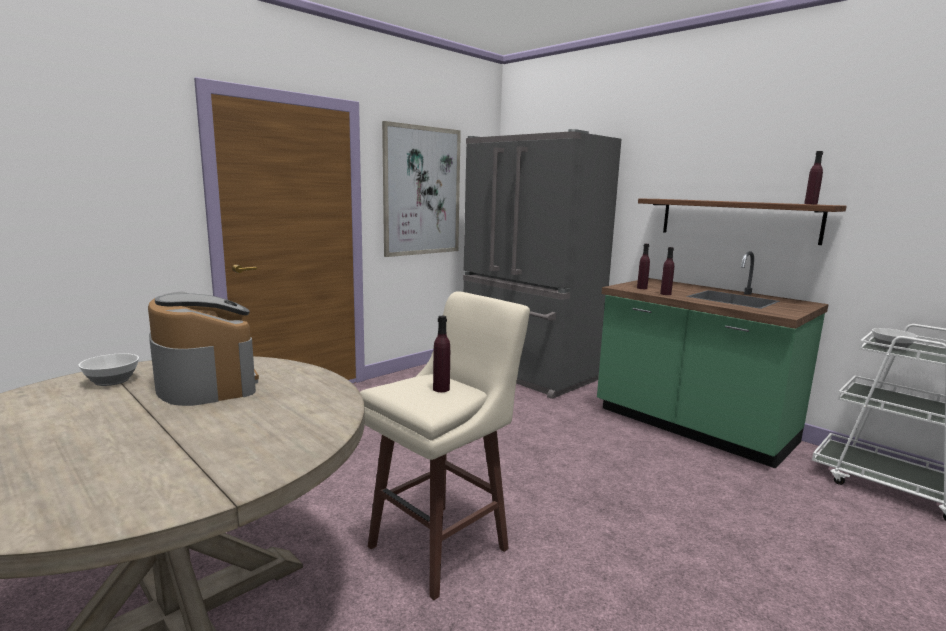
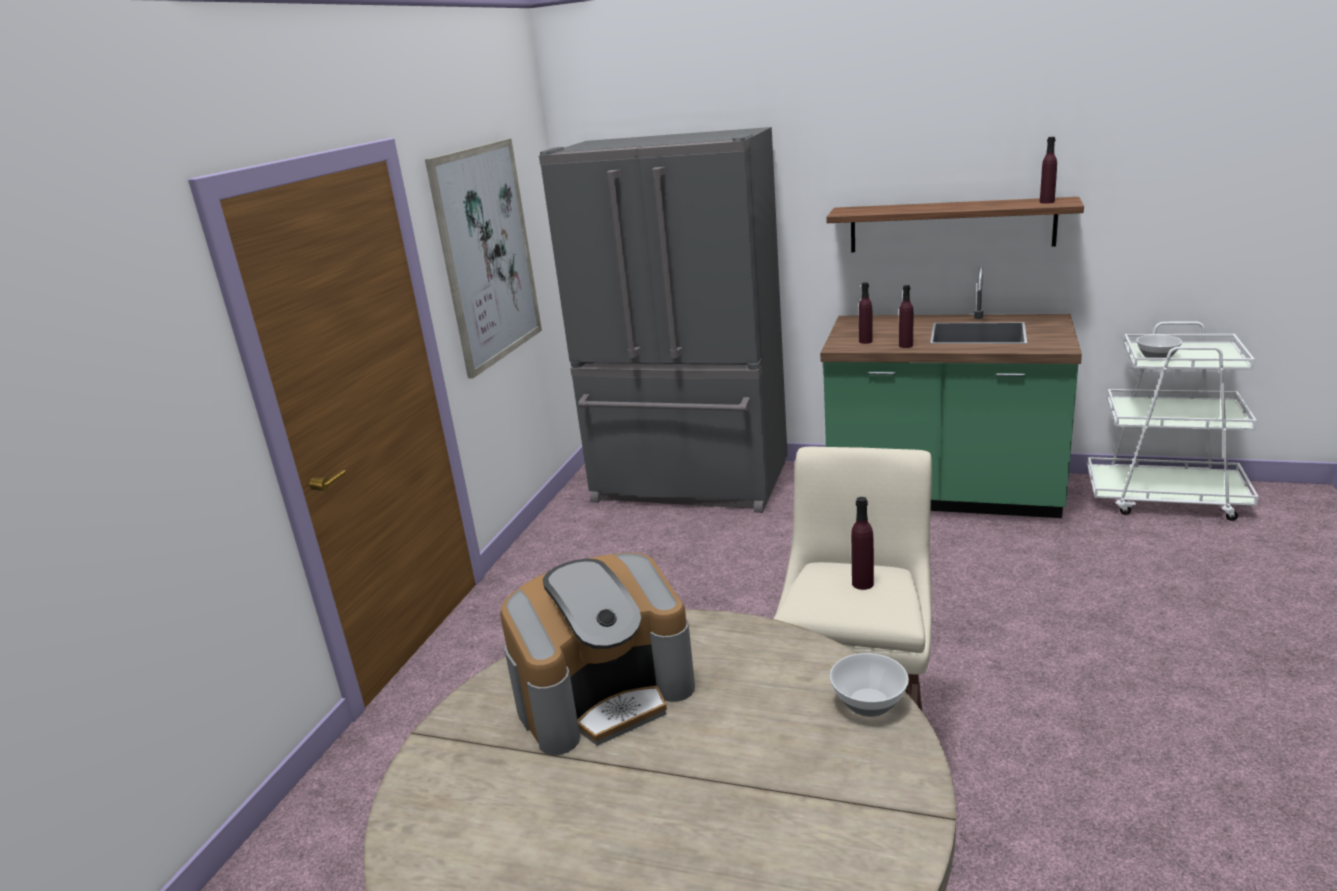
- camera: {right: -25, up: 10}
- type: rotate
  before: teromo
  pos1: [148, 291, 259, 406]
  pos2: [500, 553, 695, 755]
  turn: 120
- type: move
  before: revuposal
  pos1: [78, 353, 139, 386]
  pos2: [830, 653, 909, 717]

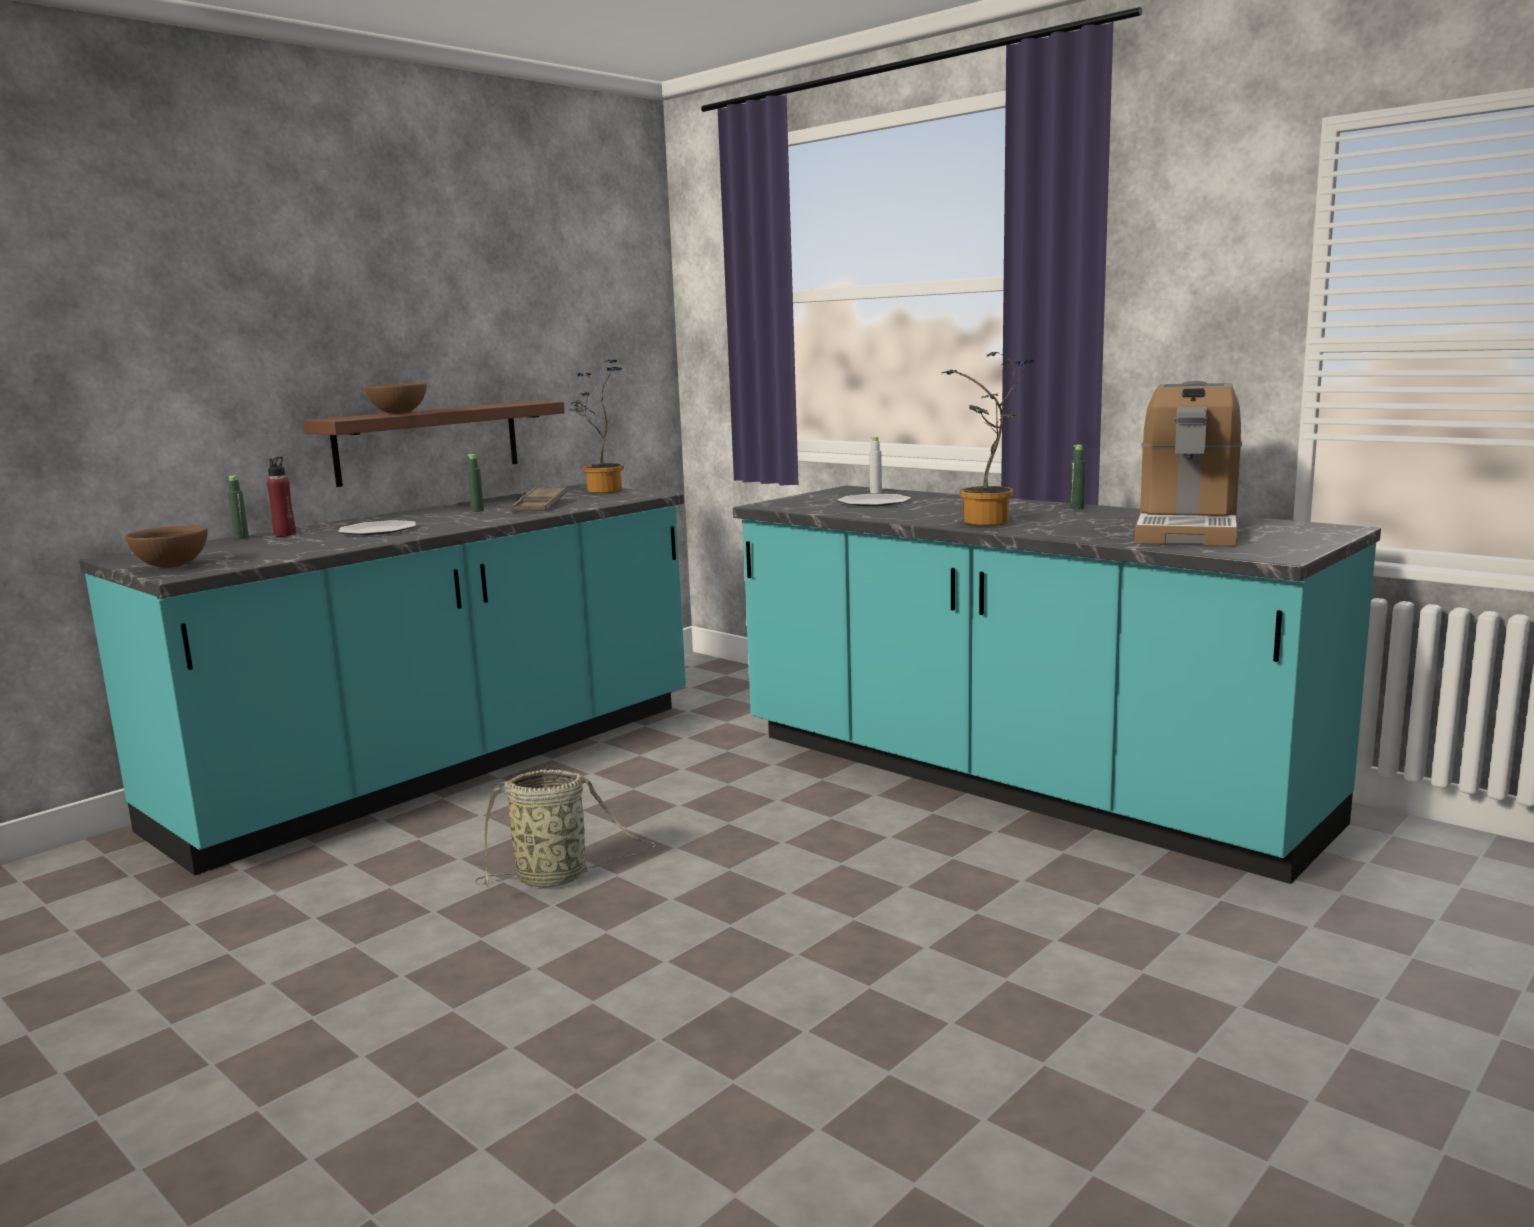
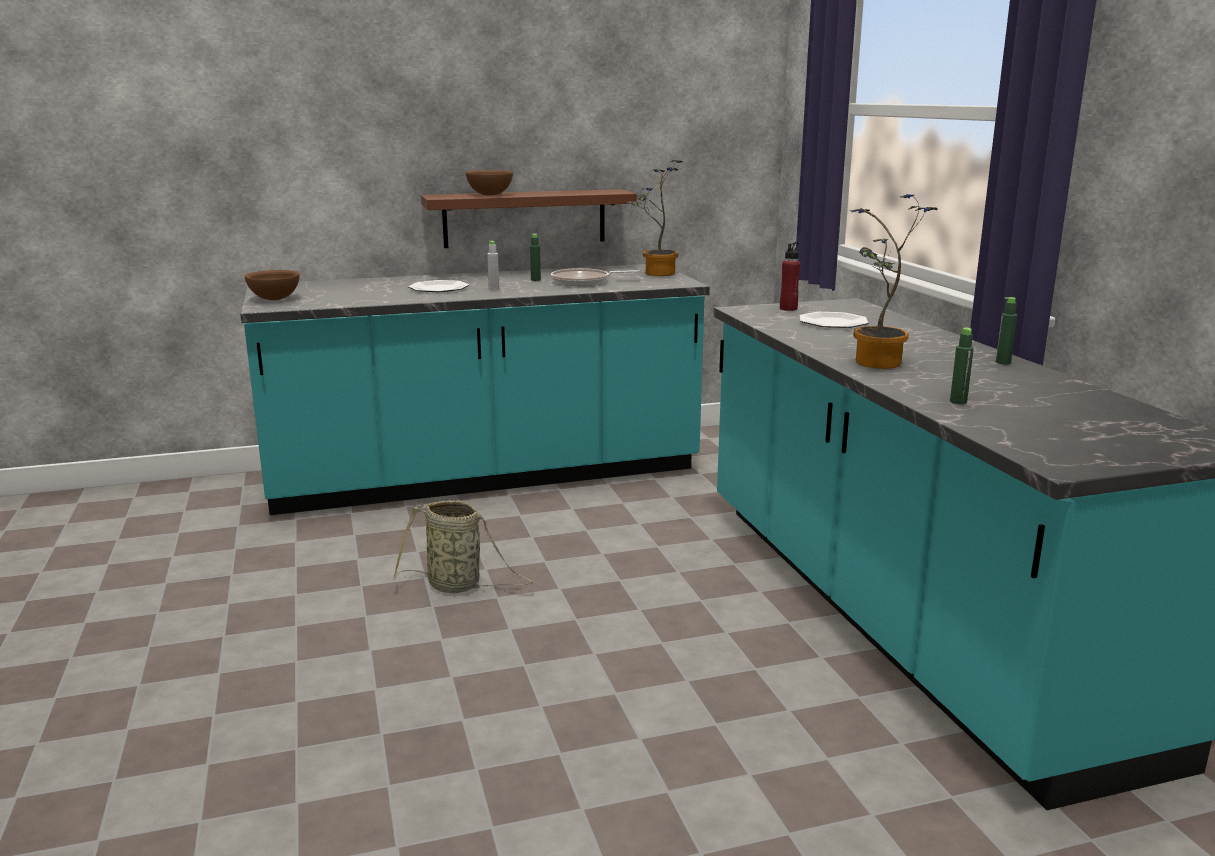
- camera: {right: 30, up: 5}
- type: move
  before: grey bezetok
  pos1: [869, 437, 882, 493]
  pos2: [487, 241, 499, 290]
- type: replace
  before: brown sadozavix
  after: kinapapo
  pos1: [512, 487, 566, 511]
  pos2: [551, 268, 640, 286]
- type: move
  before: red bezetok
  pos1: [267, 457, 296, 537]
  pos2: [780, 242, 800, 311]
- type: move
  before: green bezetok
  pos1: [227, 476, 249, 539]
  pos2: [950, 328, 974, 404]
- type: delete
  before: teromo
  pos1: [1134, 381, 1242, 546]

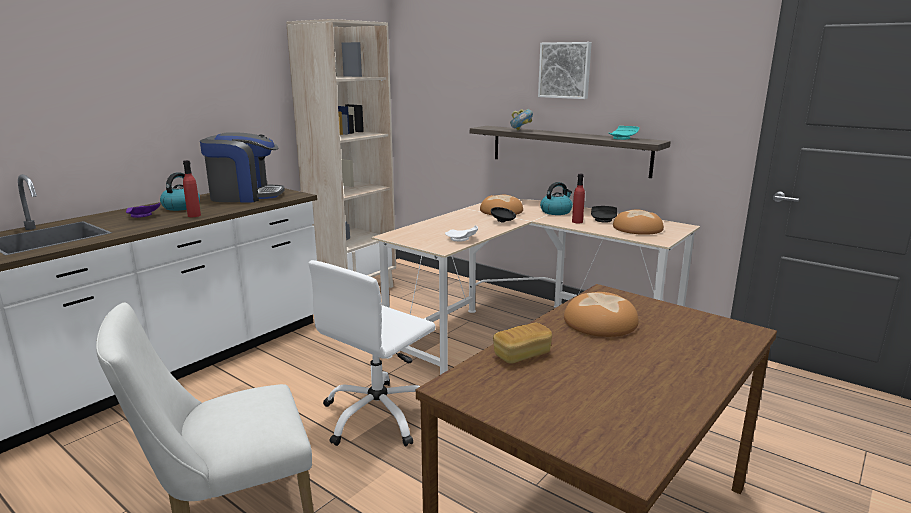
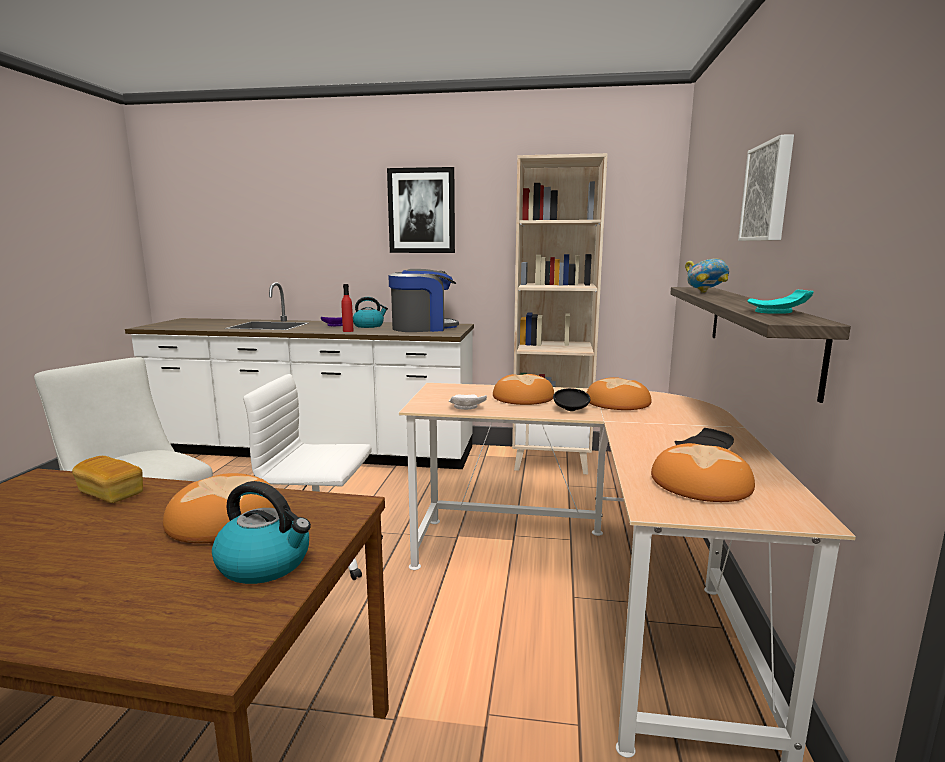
- camera: {right: 60, up: -5}
- type: move
  before: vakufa
  pos1: [540, 182, 573, 215]
  pos2: [212, 481, 311, 584]
- type: insert
  after: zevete
  pos2: [387, 167, 455, 253]
- type: rotate
  before: teromo
  pos1: [200, 132, 285, 203]
  pos2: [388, 269, 459, 332]
  turn: -75
- type: insert
  after: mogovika
  pos2: [493, 374, 554, 405]
- type: delete
  before: red bezetok
  pos1: [572, 174, 585, 223]

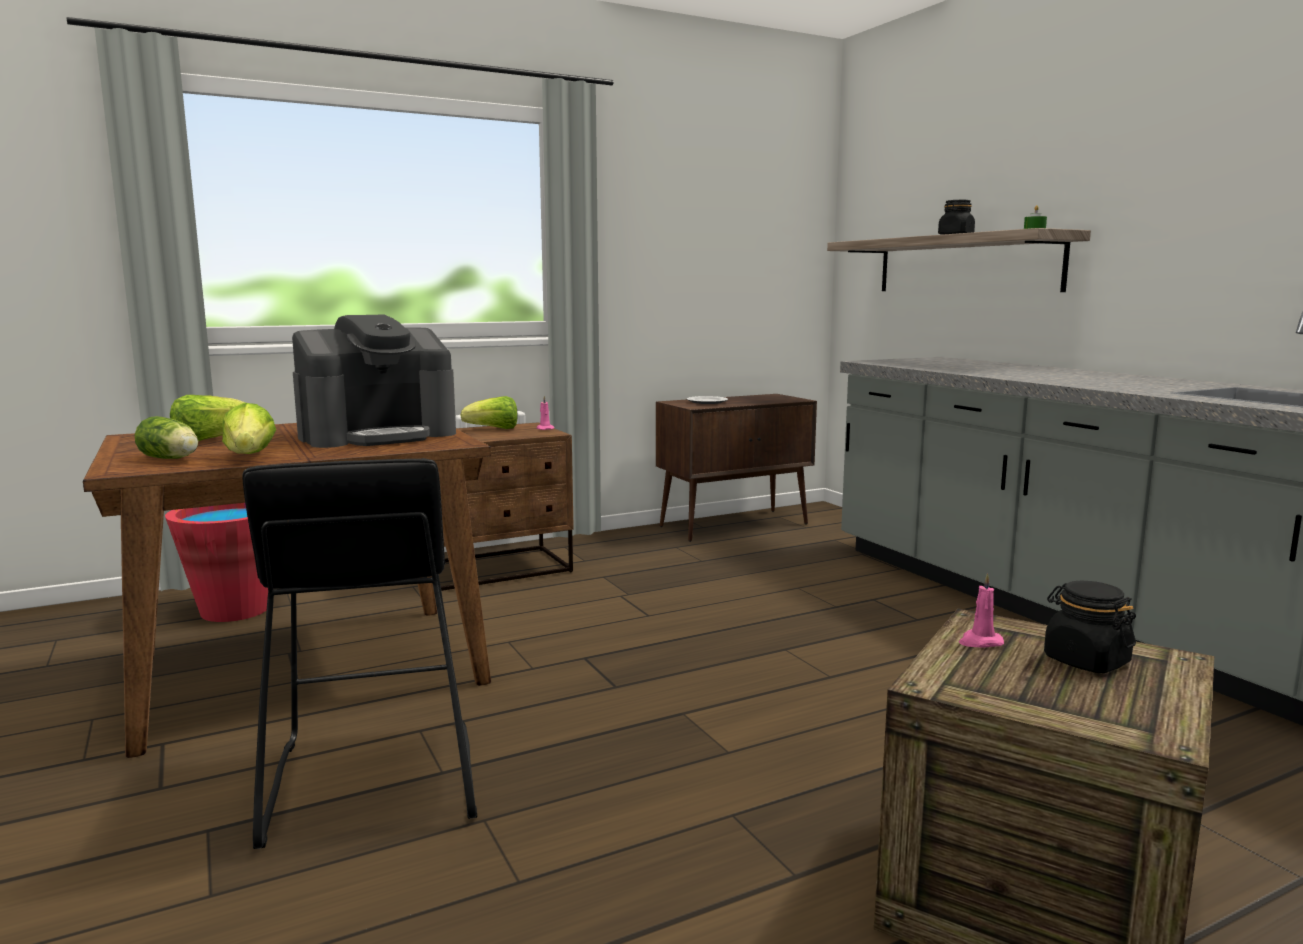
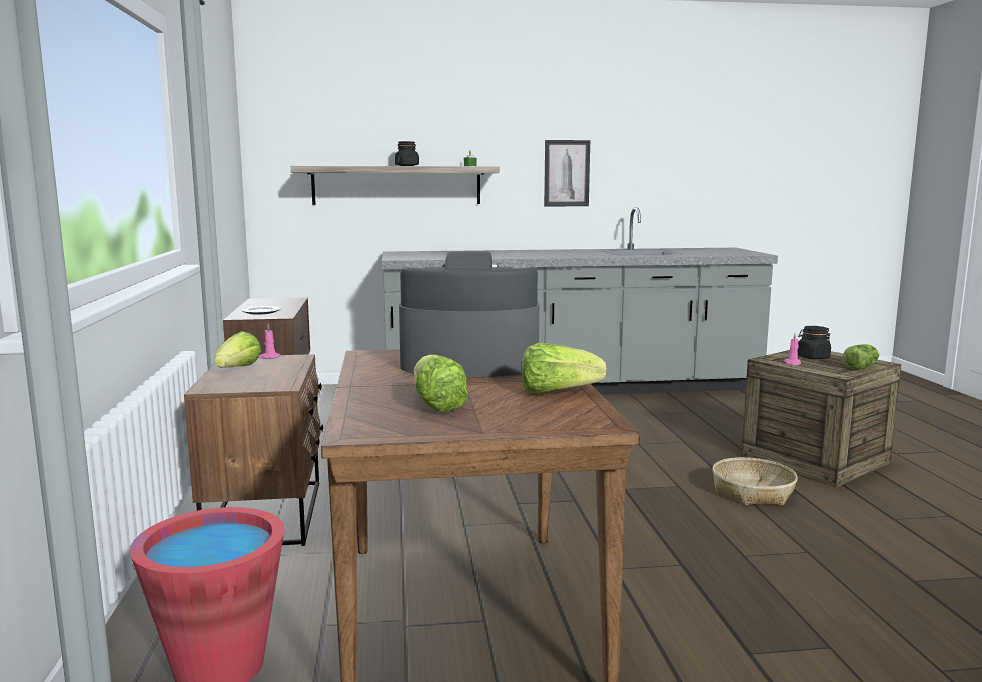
- camera: {right: -70, up: 0}
- type: rotate
  before: teromo
  pos1: [292, 314, 456, 448]
  pos2: [399, 251, 539, 377]
  turn: -75
- type: insert
  after: zevete
  pos2: [544, 140, 590, 206]
- type: insert
  after: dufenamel
  pos2: [712, 457, 798, 505]
- type: move
  before: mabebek
  pos1: [135, 416, 198, 459]
  pos2: [843, 344, 879, 370]
- type: delete
  before: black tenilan
  pos1: [243, 458, 477, 849]

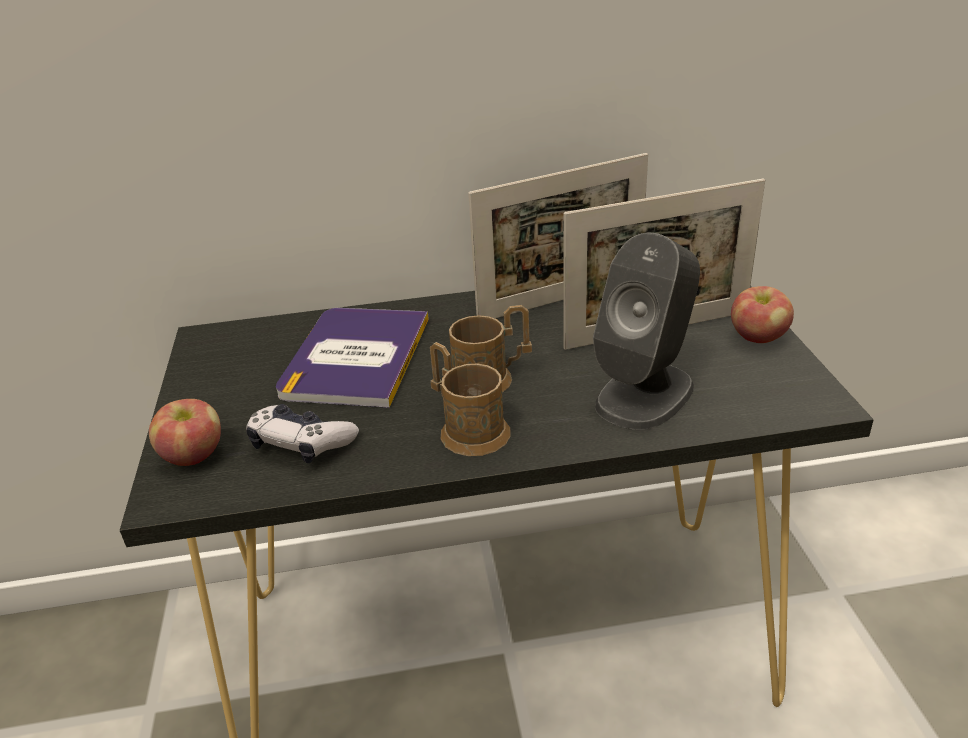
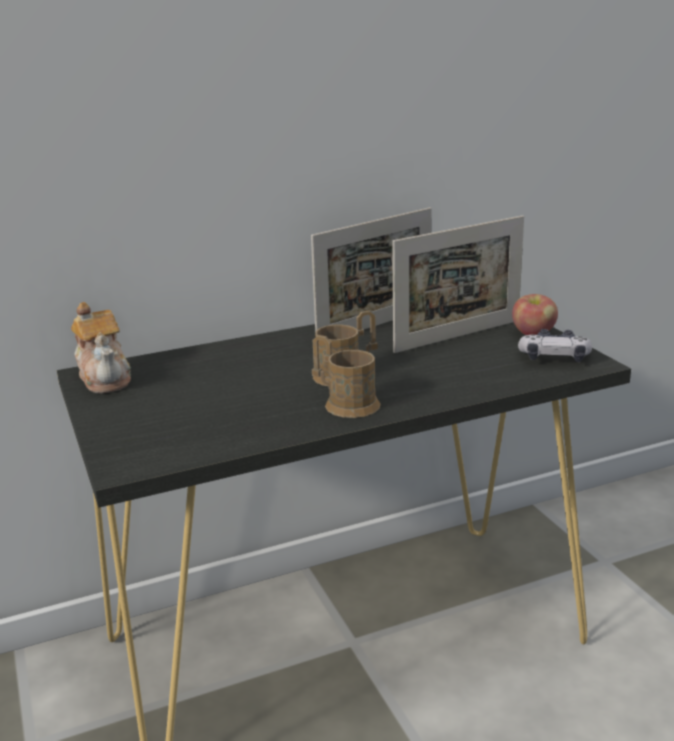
- camera: {right: -15, up: -10}
- type: insert
  after: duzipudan
  pos2: [71, 302, 131, 394]
- type: move
  before: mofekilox
  pos1: [246, 404, 359, 464]
  pos2: [518, 329, 592, 362]
- type: delete
  before: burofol
  pos1: [149, 399, 221, 466]
- type: delete
  before: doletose
  pos1: [276, 308, 429, 408]
- type: delete
  before: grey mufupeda
  pos1: [593, 233, 700, 430]

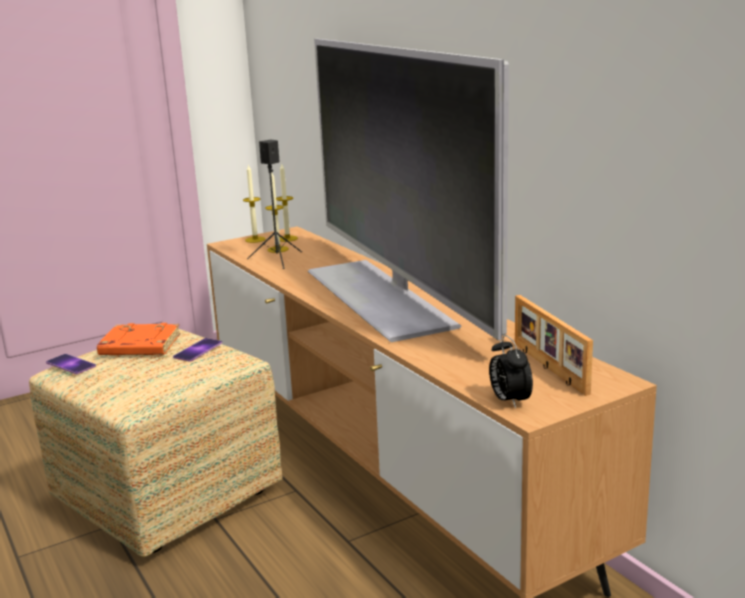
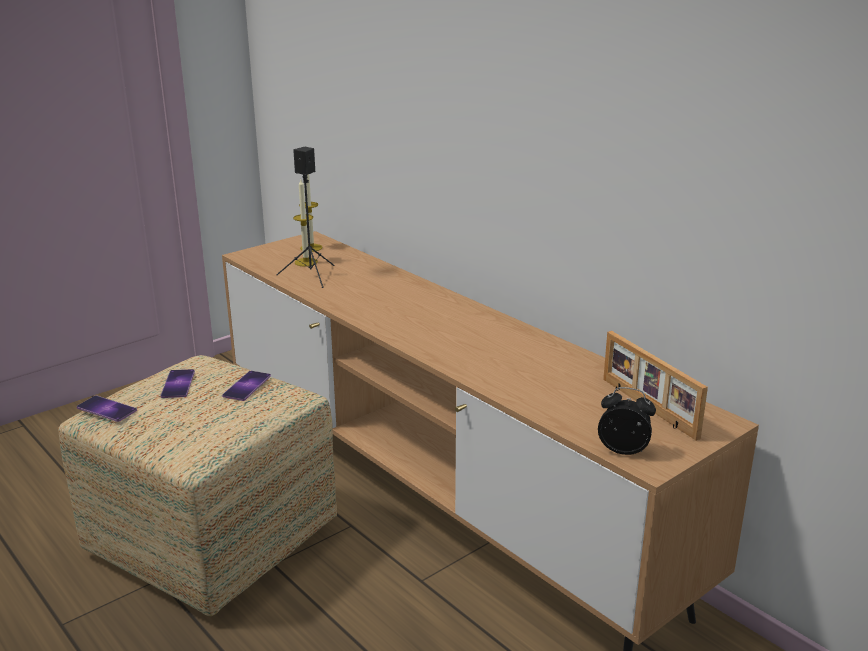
- camera: {right: -10, up: 5}
- type: replace
  before: orange doletose
  after: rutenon
  pos1: [97, 323, 180, 355]
  pos2: [160, 369, 195, 398]
- type: rotate
  before: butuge
  pos1: [489, 335, 533, 409]
  pos2: [598, 387, 656, 455]
  turn: 135
- type: delete
  before: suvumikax
  pos1: [243, 164, 266, 243]
- type: delete
  before: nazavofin
  pos1: [308, 39, 509, 342]

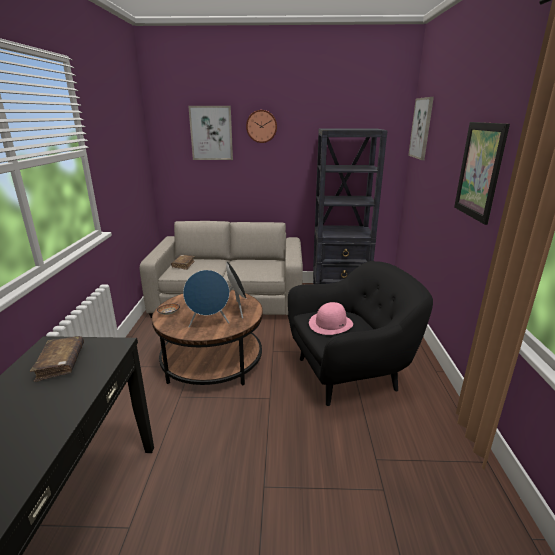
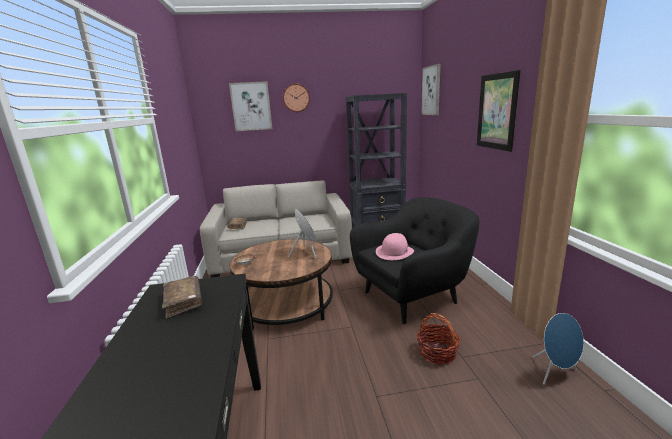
- camera: {right: -10, up: -5}
- type: insert
  after: dufenamel
  pos2: [417, 313, 461, 365]
- type: move
  before: blue mufupeda
  pos1: [183, 270, 230, 328]
  pos2: [532, 313, 584, 385]

